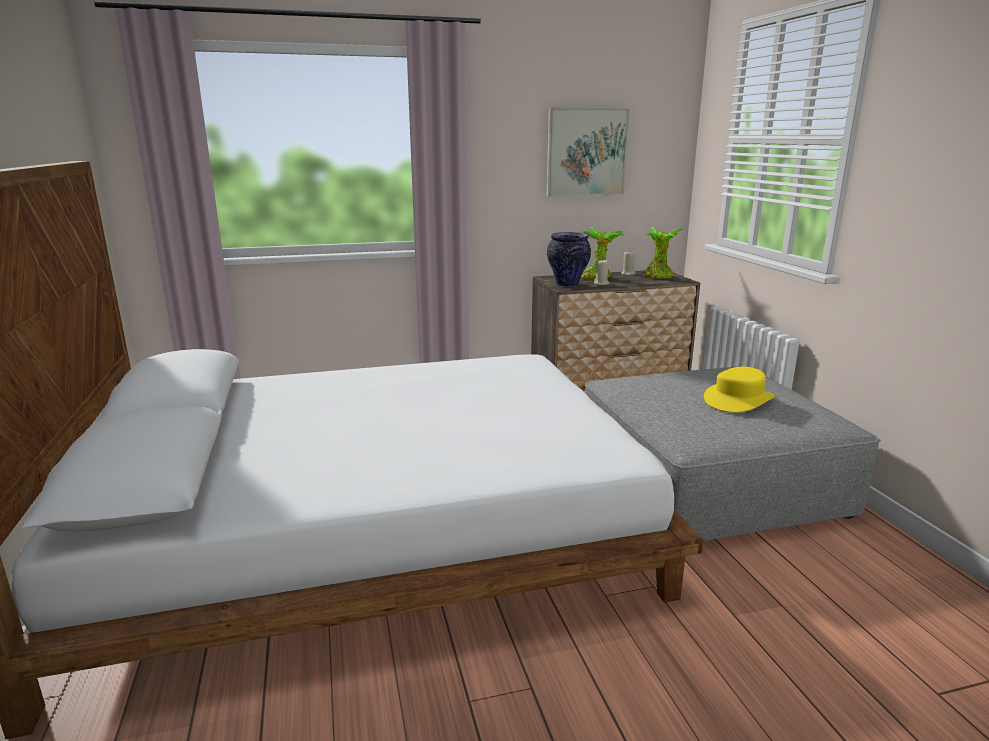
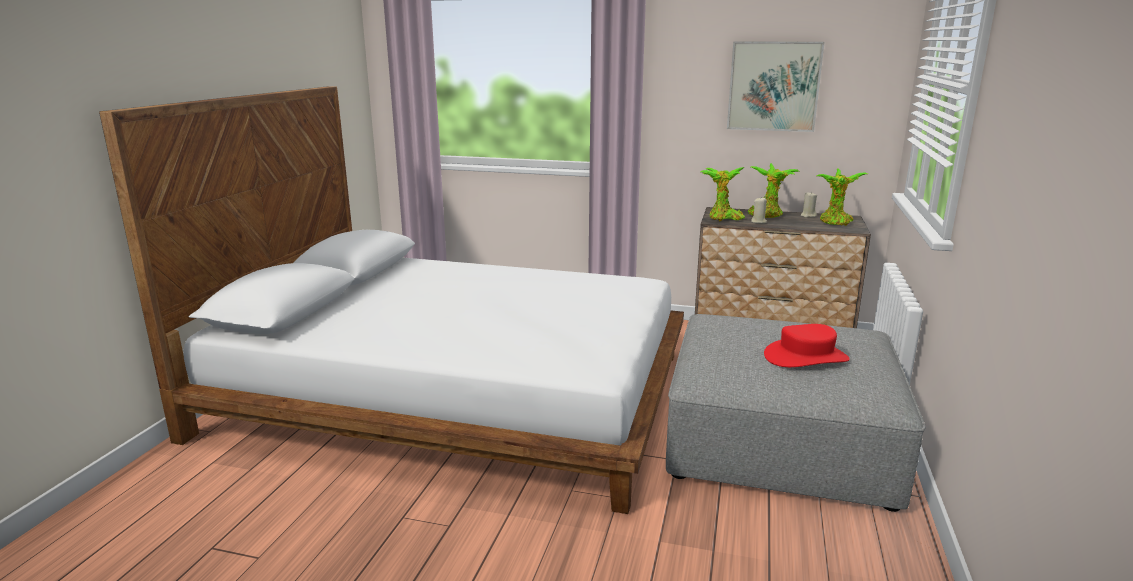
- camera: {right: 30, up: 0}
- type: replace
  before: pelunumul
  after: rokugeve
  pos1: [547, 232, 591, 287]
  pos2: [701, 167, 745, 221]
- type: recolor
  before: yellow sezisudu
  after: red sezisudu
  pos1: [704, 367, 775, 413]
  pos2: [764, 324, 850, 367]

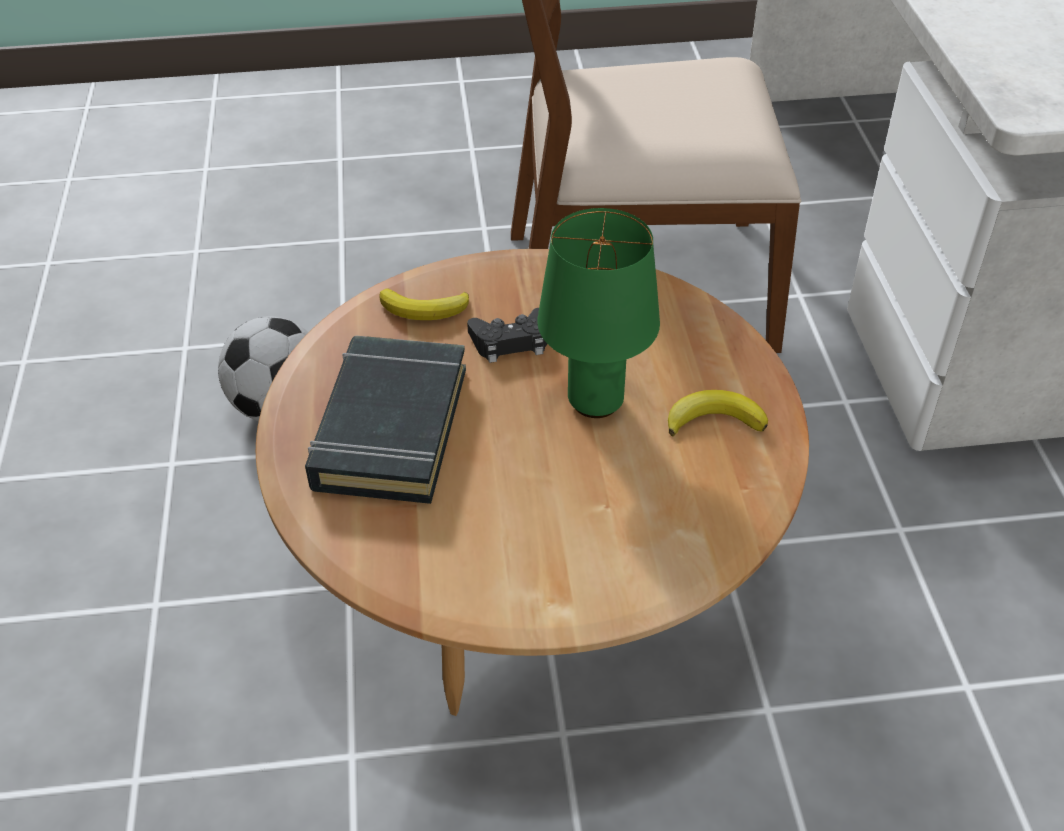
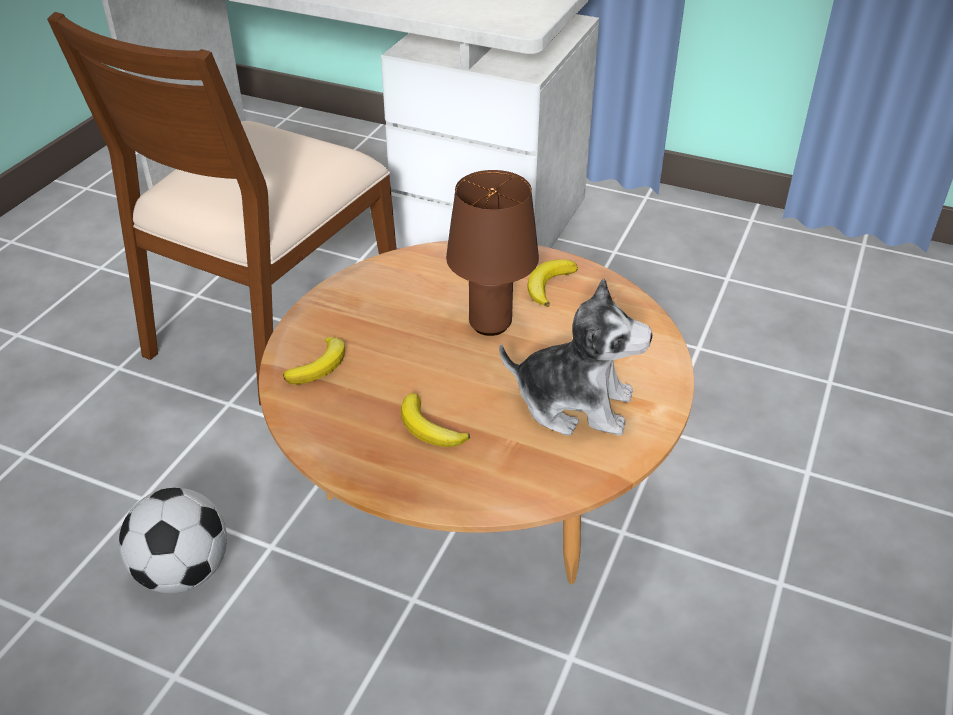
- camera: {right: -60, up: -5}
- type: replace
  before: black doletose
  after: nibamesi
  pos1: [305, 336, 466, 504]
  pos2: [401, 393, 470, 447]
- type: recolor
  before: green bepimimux
  after: brown bepimimux
  pos1: [537, 208, 660, 418]
  pos2: [446, 170, 539, 336]
- type: insert
  after: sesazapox
  pos2: [499, 279, 652, 436]
- type: delete
  before: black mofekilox
  pos1: [467, 308, 547, 363]

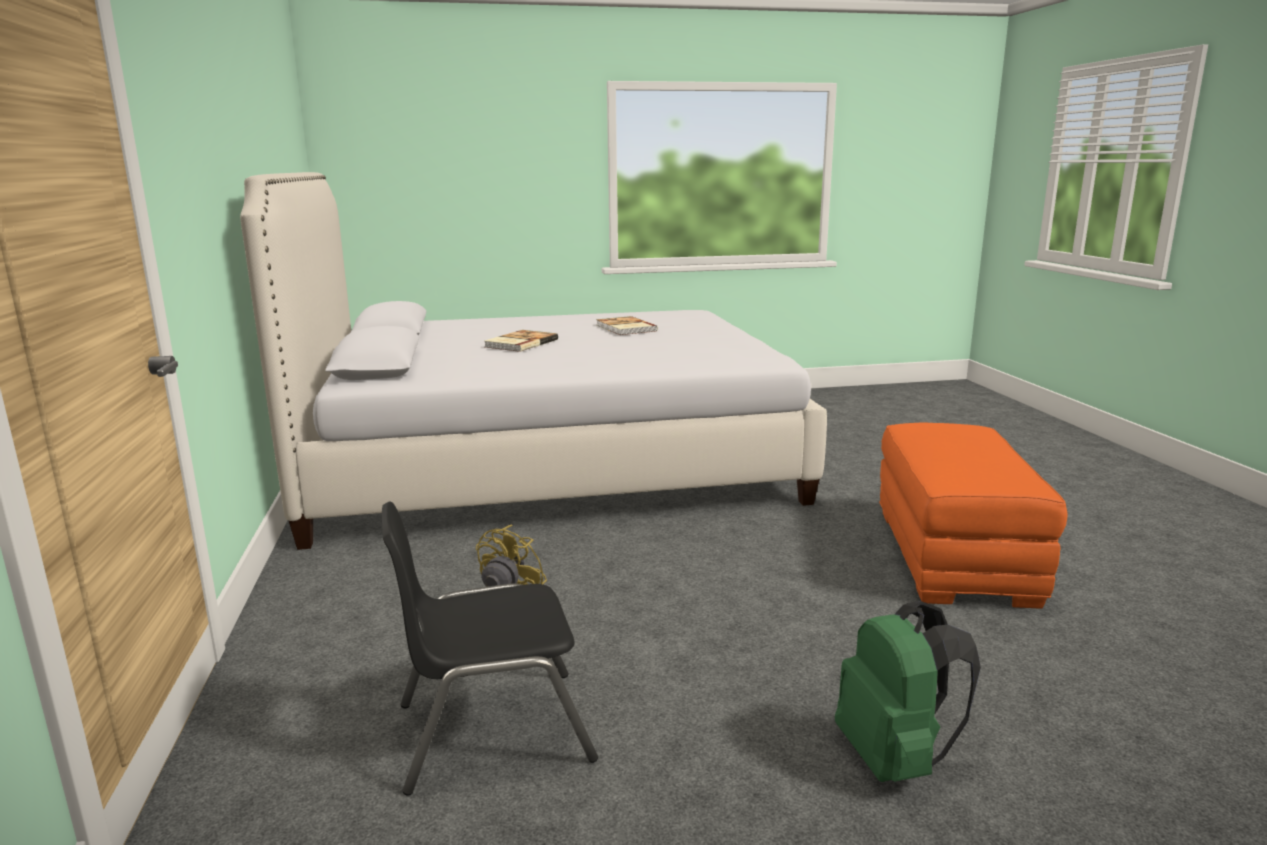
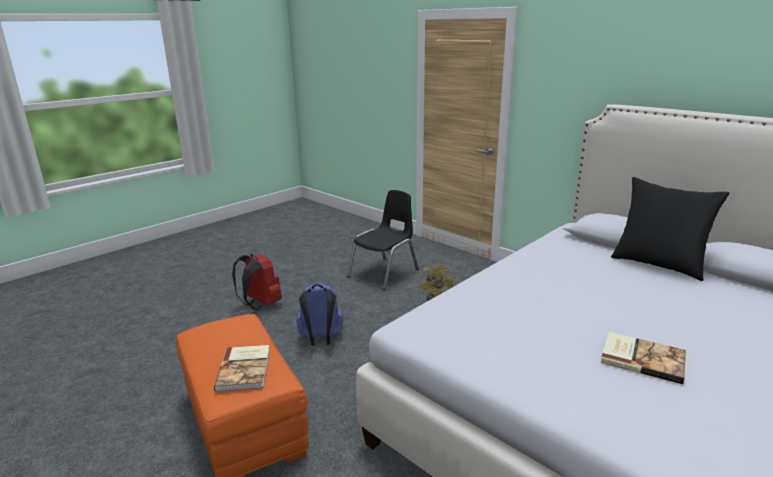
- camera: {right: 145, up: 5}
- type: move
  before: doletose
  pos1: [484, 330, 558, 352]
  pos2: [214, 345, 270, 392]
- type: recolor
  before: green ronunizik
  after: red ronunizik
  pos1: [835, 601, 981, 782]
  pos2: [232, 254, 282, 310]
- type: insert
  after: blue ronunizik
  pos2: [297, 284, 343, 346]
- type: insert
  after: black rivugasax
  pos2: [611, 177, 729, 281]

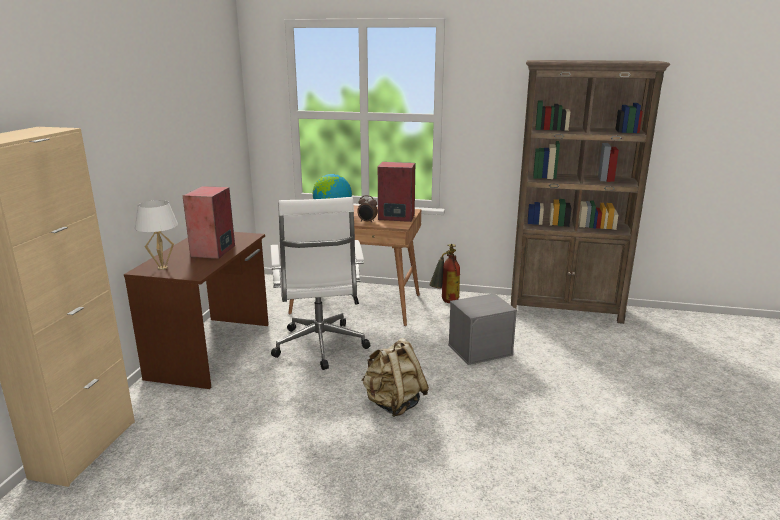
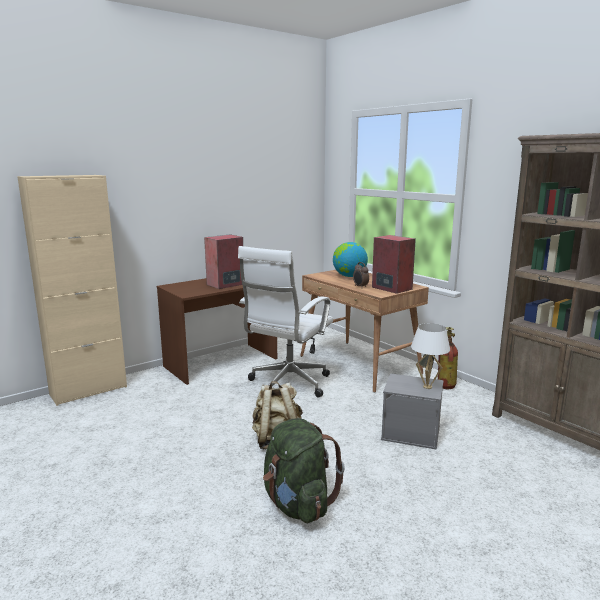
- camera: {right: 40, up: -5}
- type: insert
  after: green ronunizik
  pos2: [263, 418, 345, 523]
- type: move
  before: white bepimimux
  pos1: [135, 200, 178, 270]
  pos2: [411, 323, 450, 389]

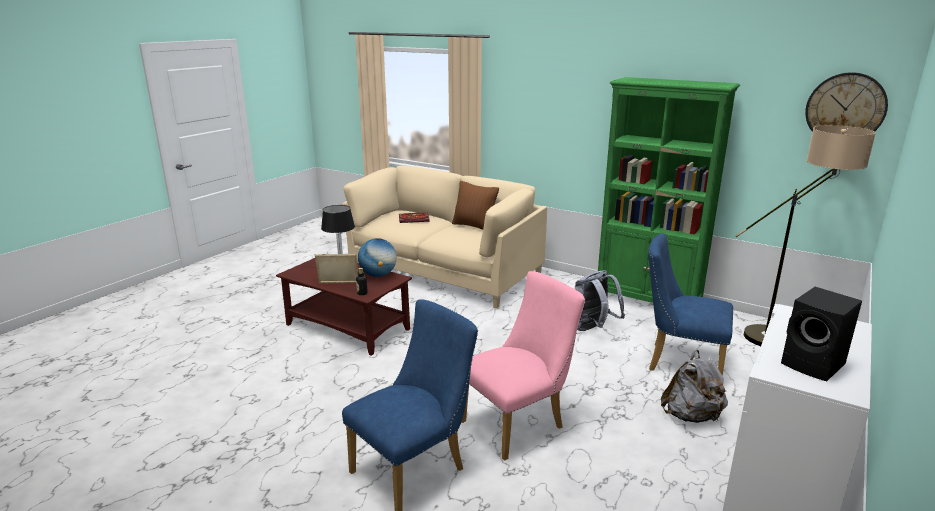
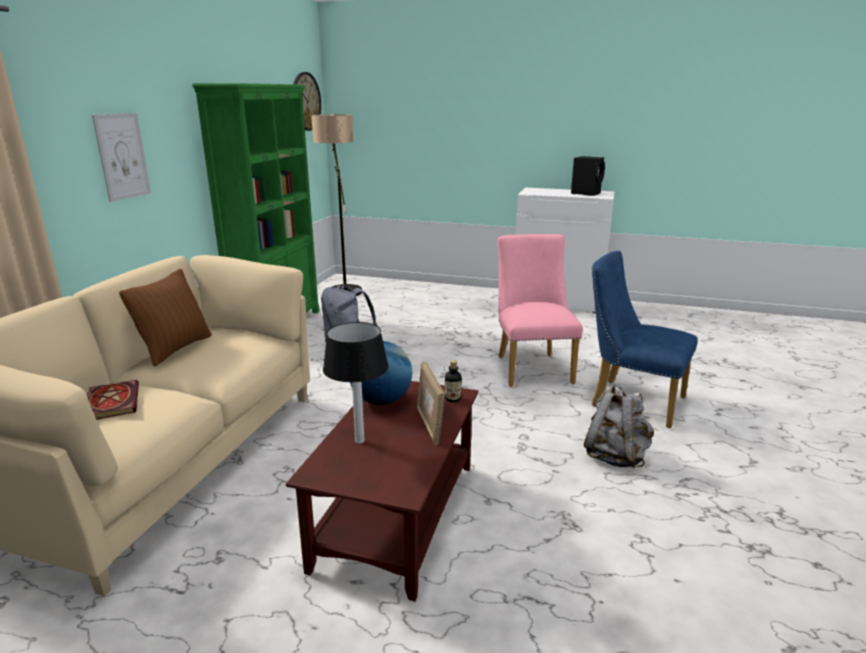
- camera: {right: -105, up: 0}
- type: insert
  after: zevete
  pos2: [92, 113, 151, 202]
- type: rotate
  before: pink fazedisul
  pos1: [462, 271, 585, 461]
  pos2: [498, 234, 583, 387]
  turn: 45
- type: move
  before: grey ronunizik
  pos1: [661, 350, 728, 423]
  pos2: [584, 384, 654, 468]
- type: delete
  before: blue fazedisul
  pos1: [648, 233, 733, 376]

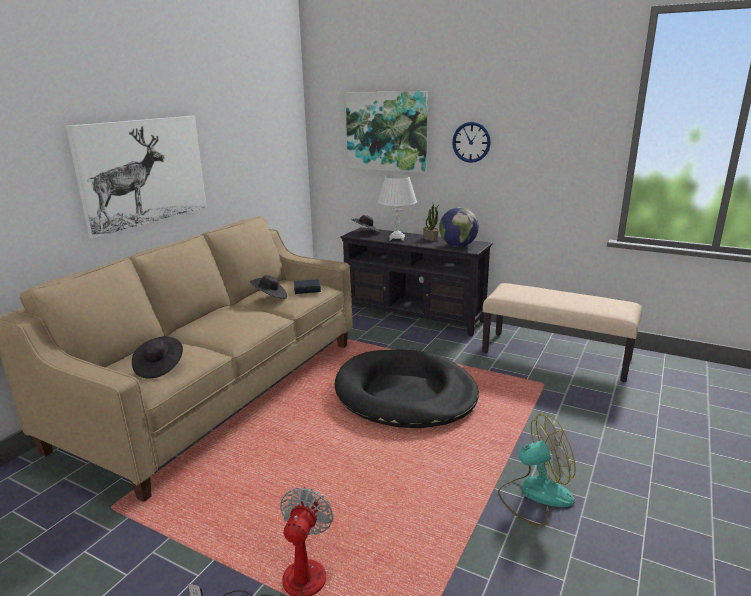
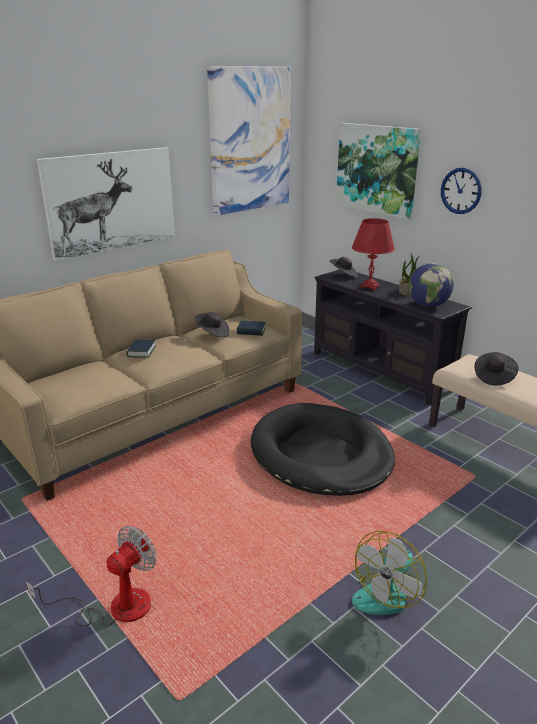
- camera: {right: 20, up: 5}
- type: insert
  after: doletose
  pos2: [127, 339, 156, 358]
- type: insert
  after: zevete
  pos2: [207, 66, 291, 216]
- type: recolor
  before: white bepimimux
  after: red bepimimux
  pos1: [378, 175, 417, 241]
  pos2: [352, 218, 395, 291]
- type: rotate
  before: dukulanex
  pos1: [498, 414, 576, 526]
  pos2: [352, 531, 427, 615]
  turn: 120
- type: move
  before: black sezisudu
  pos1: [132, 336, 183, 378]
  pos2: [475, 352, 519, 385]

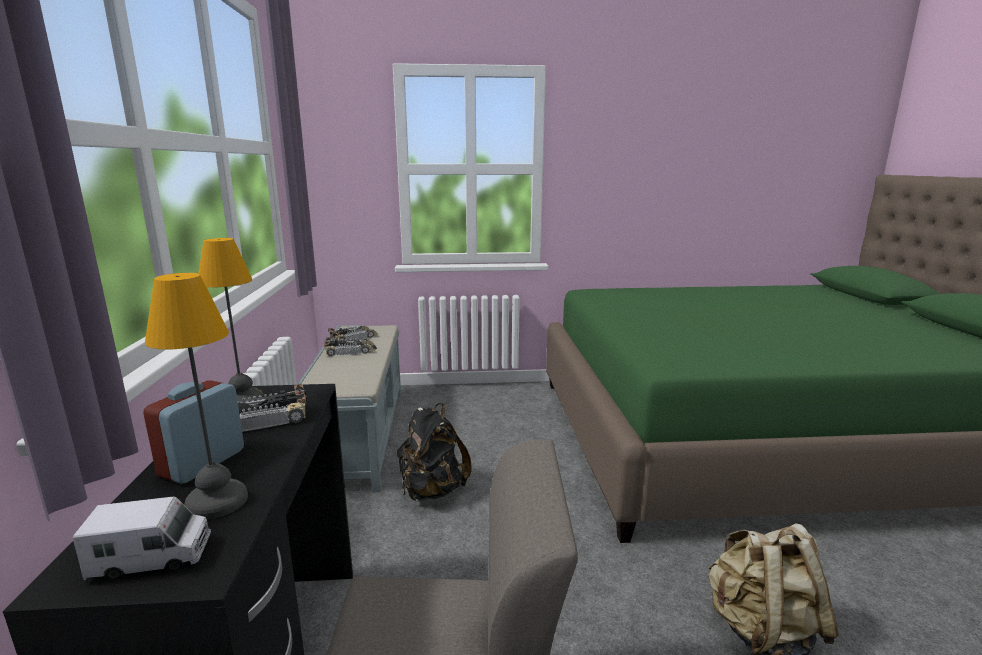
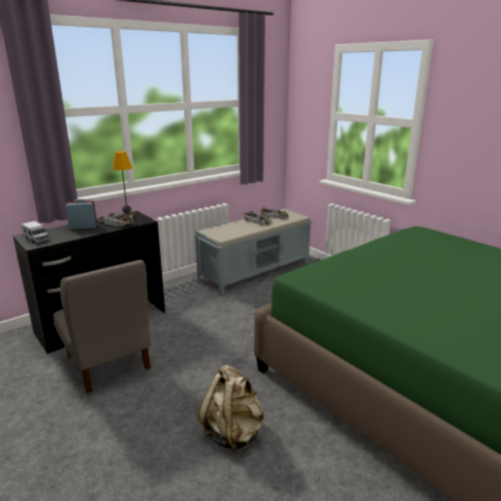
- camera: {right: 55, up: 5}
- type: delete
  before: bepimimux
  pos1: [145, 273, 248, 520]
- type: delete
  before: black ronunizik
  pos1: [397, 403, 472, 501]

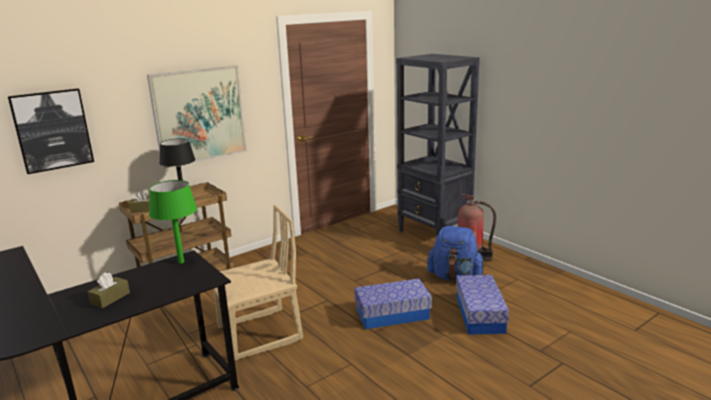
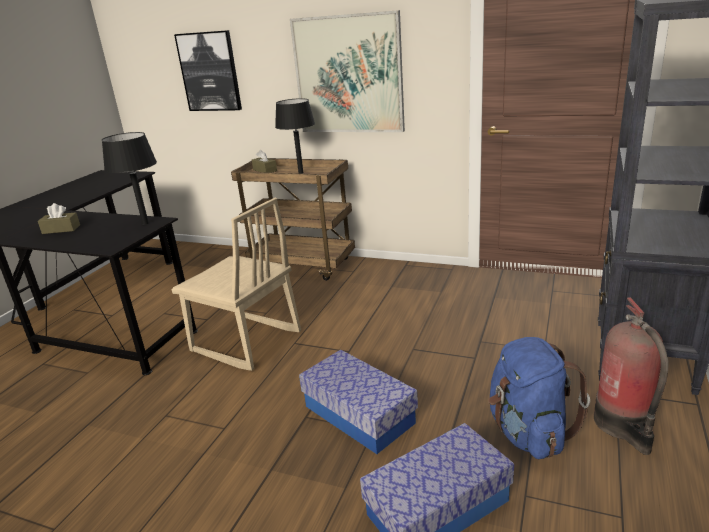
- camera: {right: 60, up: 5}
- type: recolor
  before: green bepimimux
  after: black bepimimux
  pos1: [149, 180, 197, 264]
  pos2: [102, 132, 157, 225]

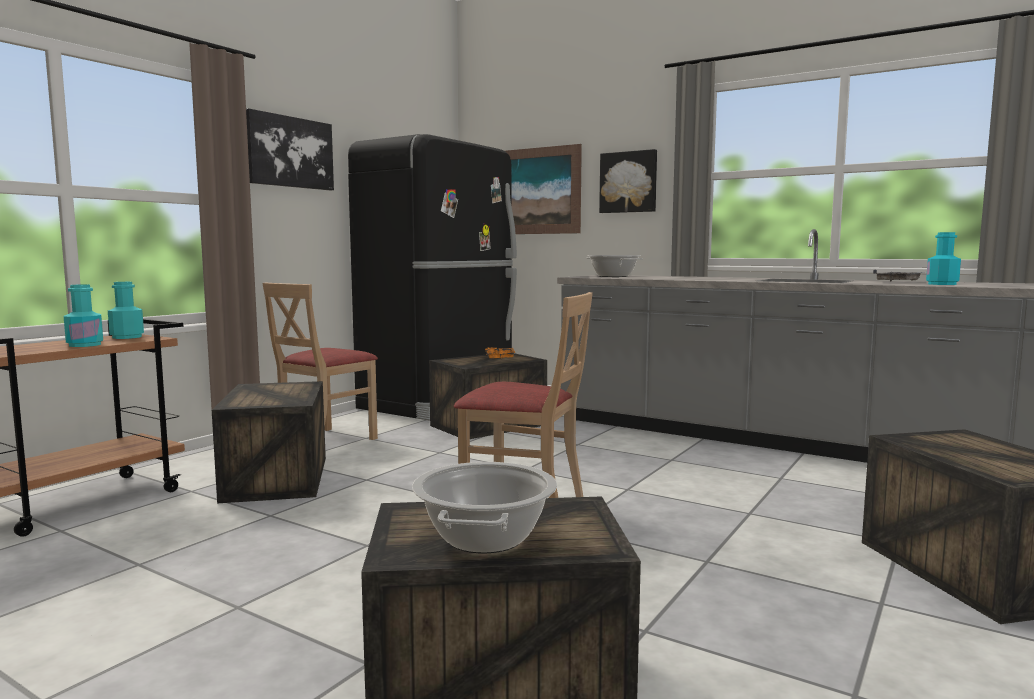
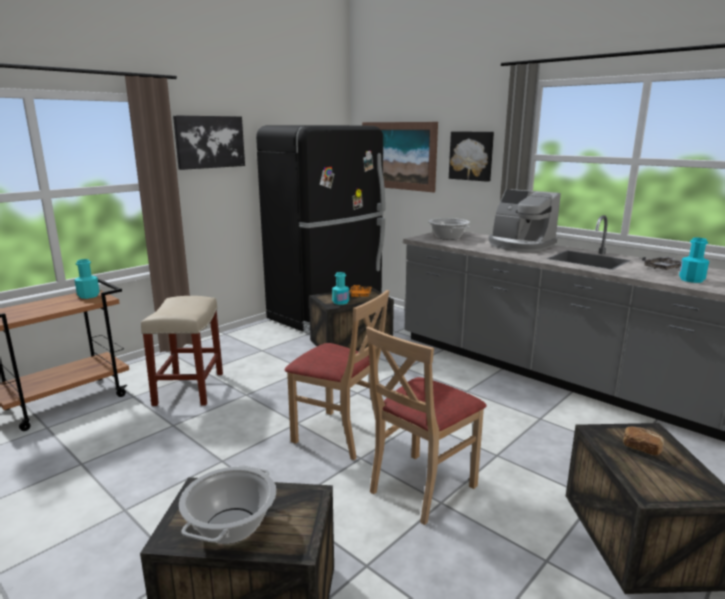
- camera: {right: 10, up: 10}
- type: replace
  before: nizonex
  after: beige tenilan
  pos1: [212, 381, 326, 503]
  pos2: [141, 296, 223, 406]
- type: move
  before: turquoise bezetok
  pos1: [64, 284, 103, 347]
  pos2: [332, 272, 349, 305]
- type: move
  before: beige fazedisul
  pos1: [262, 283, 378, 440]
  pos2: [366, 326, 487, 525]
- type: insert
  after: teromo
  pos2: [489, 189, 561, 252]
- type: insert
  after: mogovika
  pos2: [623, 427, 664, 455]

